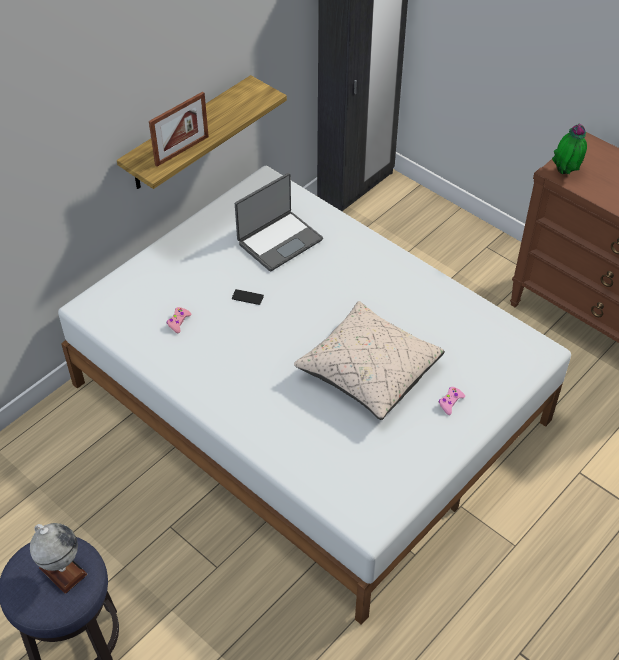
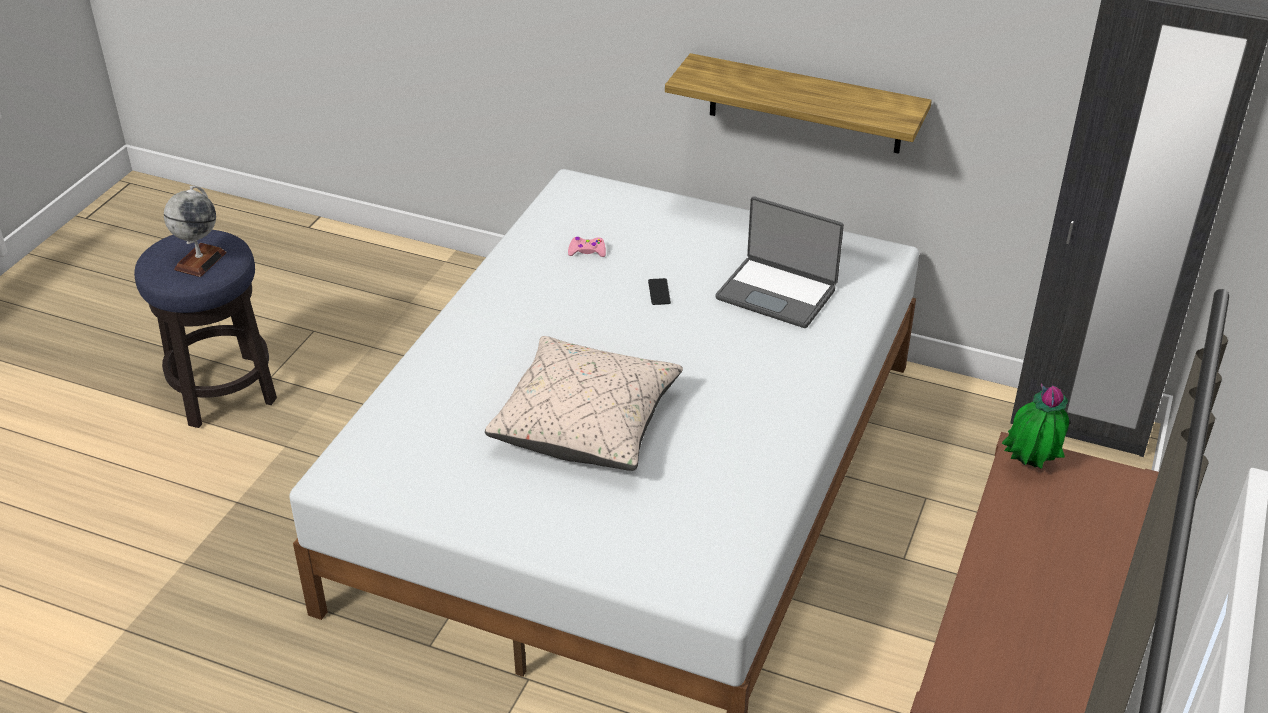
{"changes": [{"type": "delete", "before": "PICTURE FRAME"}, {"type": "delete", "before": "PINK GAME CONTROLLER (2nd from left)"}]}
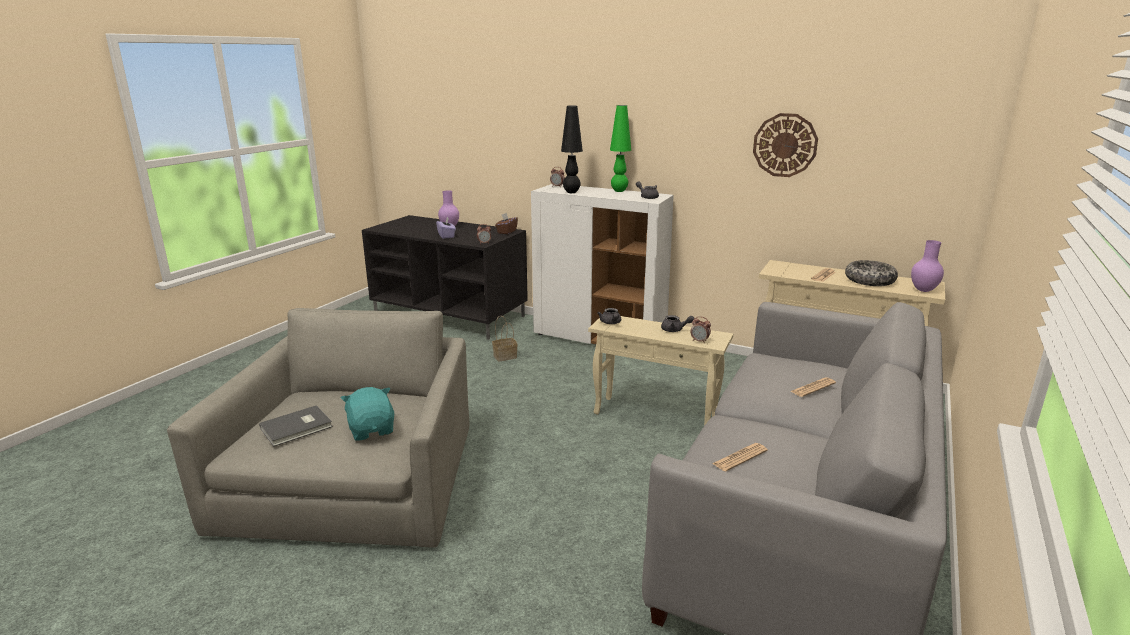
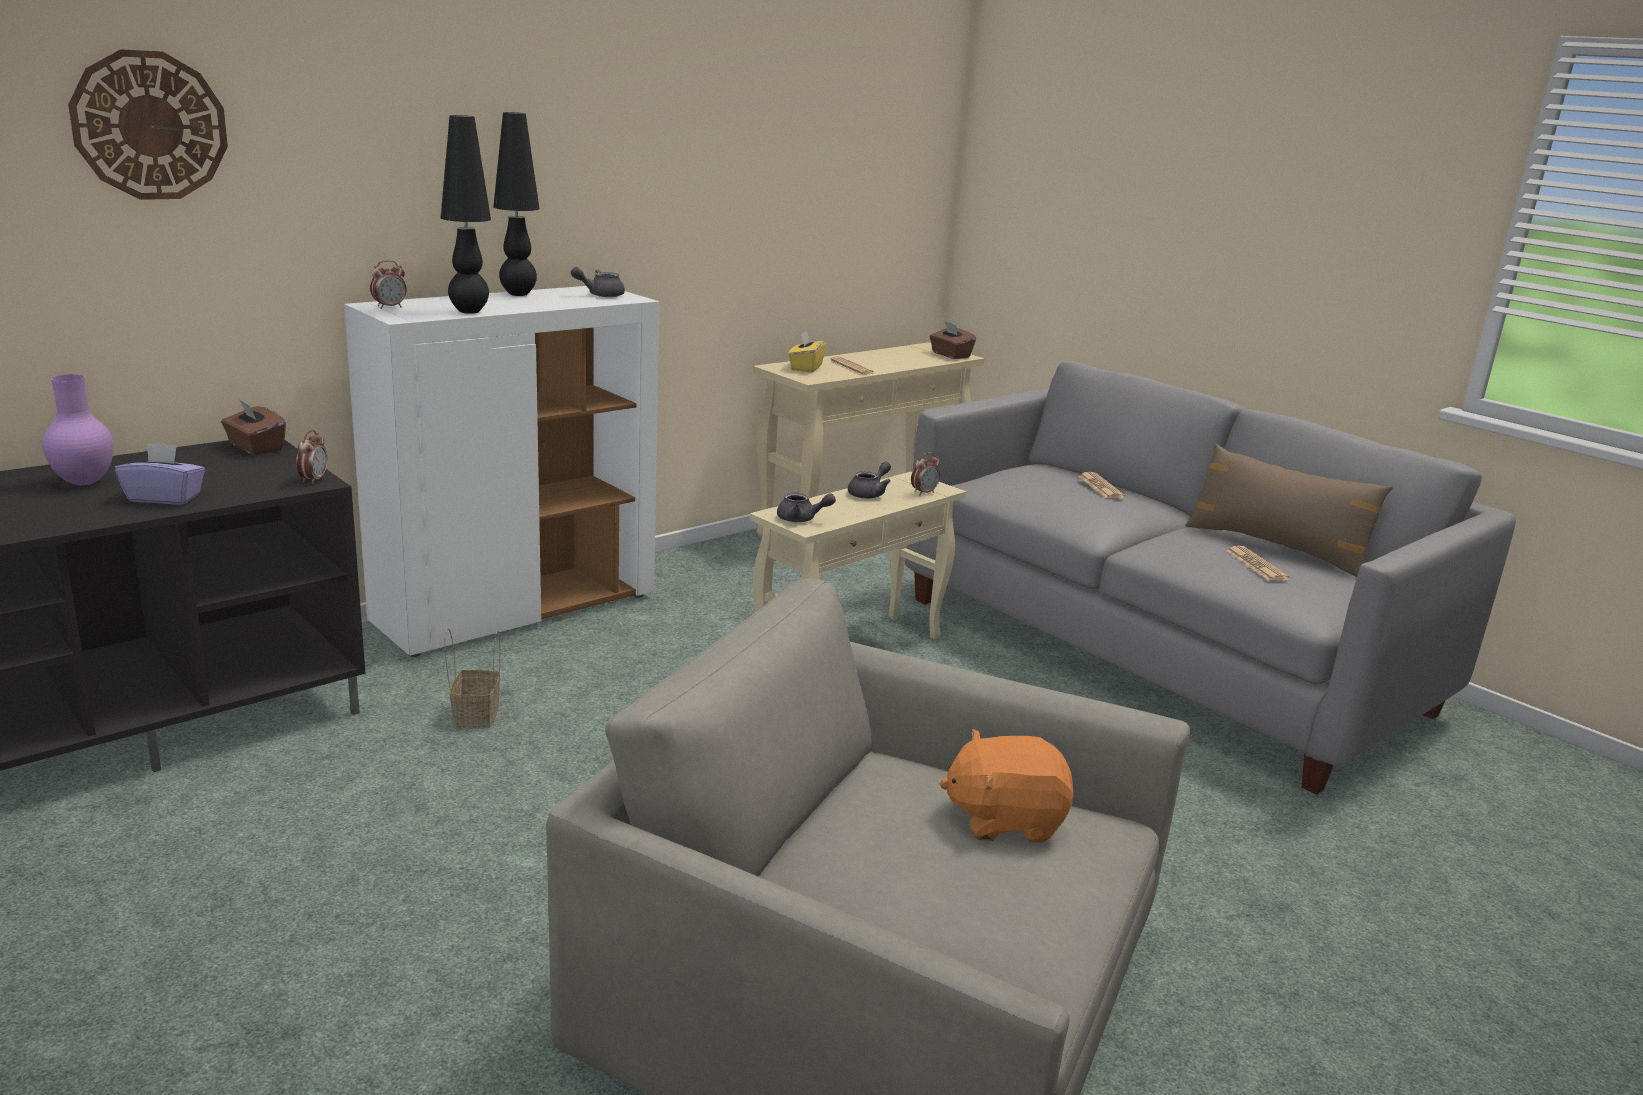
{"changes": [{"type": "delete", "before": "GREY BOOK"}, {"type": "recolor", "before": "TURQUOISE PLUSH TOY", "after": "ORANGE PLUSH TOY"}, {"type": "recolor", "before": "GREEN TABLE LAMP", "after": "BLACK TABLE LAMP (2nd from left)"}, {"type": "move", "before": "WALL CLOCK"}, {"type": "delete", "before": "BOWL"}, {"type": "replace", "before": "PURPLE VASE (2nd from left)", "after": "BROWN TISSUE BOX (2nd from left)"}, {"type": "insert", "after": "YELLOW TISSUE BOX"}, {"type": "insert", "after": "BROWN PILLOW"}]}
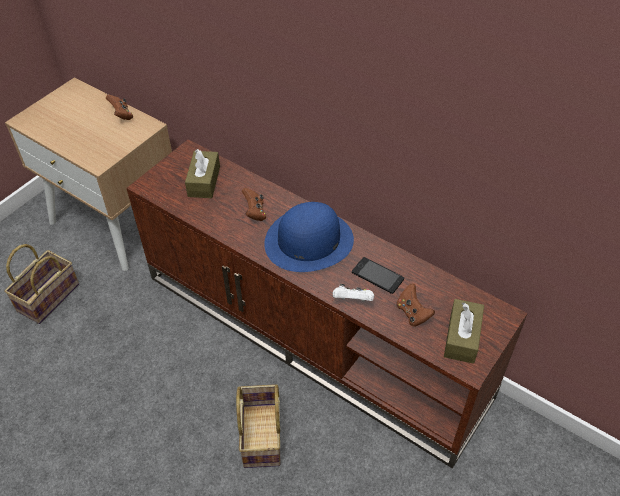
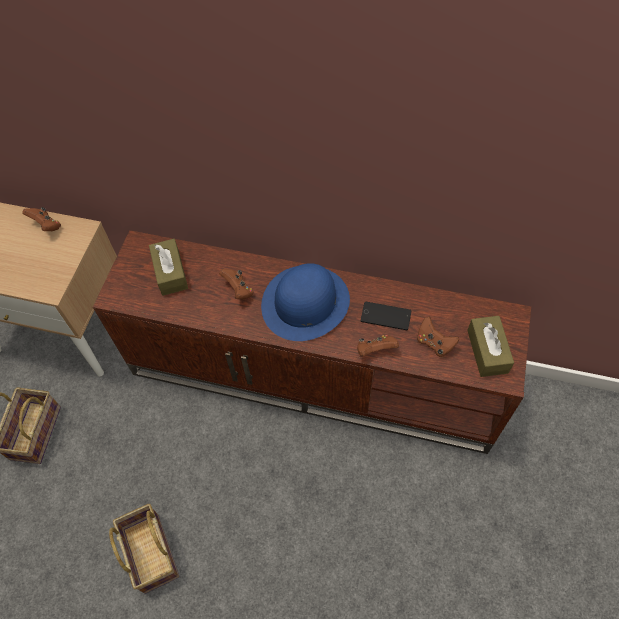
{"changes": [{"type": "move", "before": "BASKET (2nd from left)"}, {"type": "recolor", "before": "WHITE GAME CONTROLLER", "after": "BROWN GAME CONTROLLER (3rd from left)"}]}
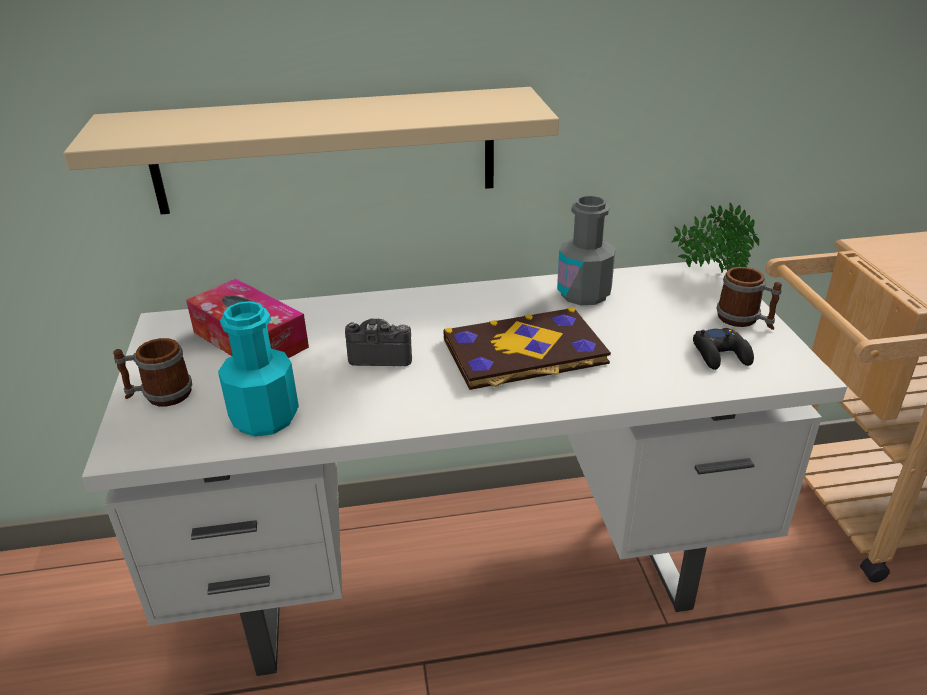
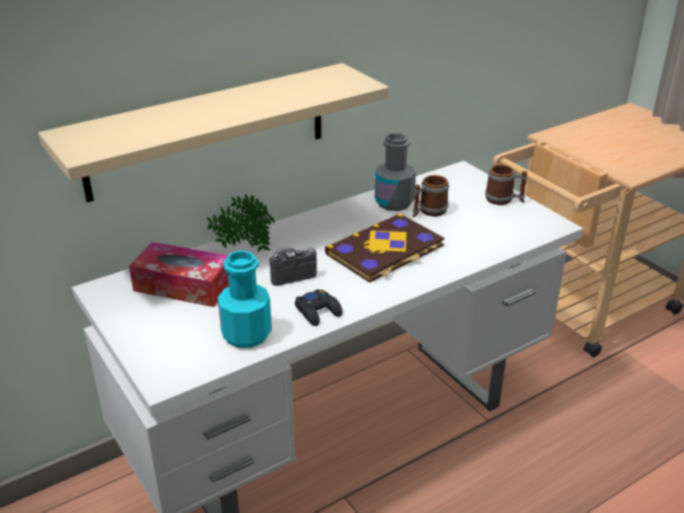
{"changes": [{"type": "move", "before": "MUG (1st from left)"}, {"type": "move", "before": "POTTED PLANT"}, {"type": "move", "before": "BLACK GAME CONTROLLER"}]}
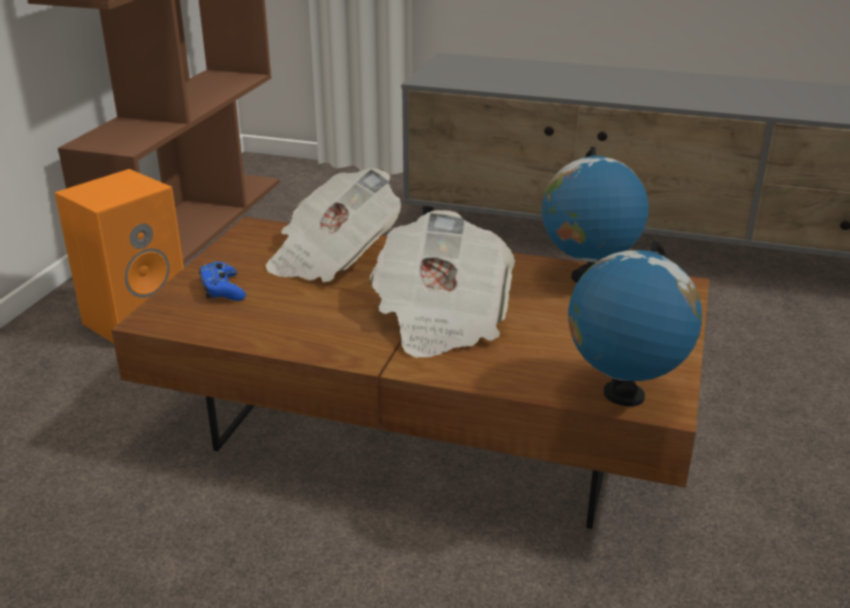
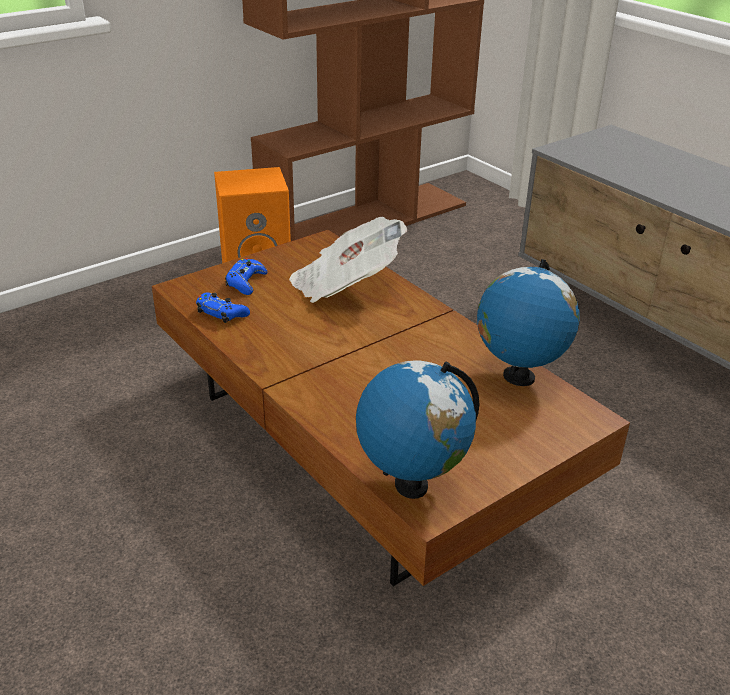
{"changes": [{"type": "delete", "before": "NEWSPAPER (2nd from left)"}, {"type": "insert", "after": "BLUE GAME CONTROLLER (1st from left)"}]}
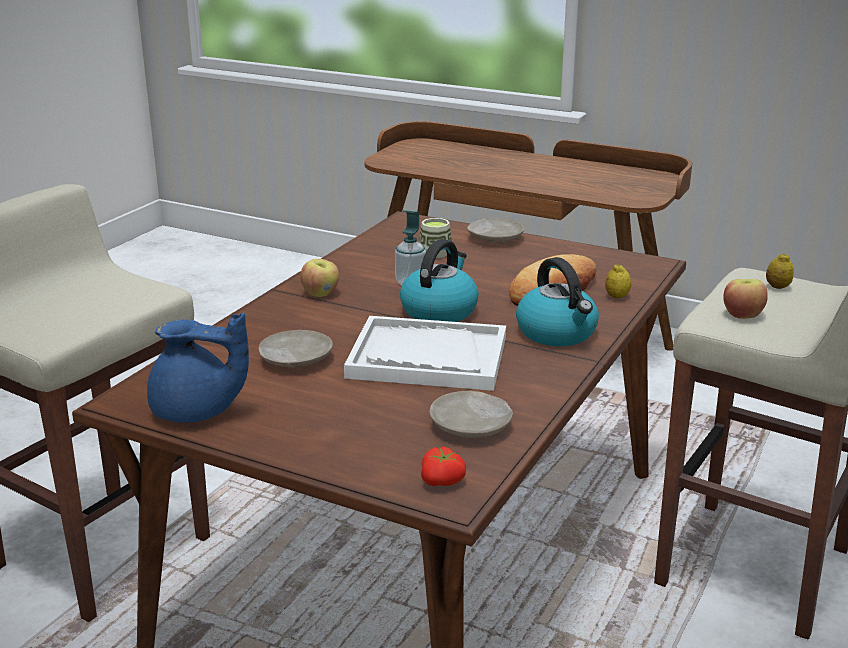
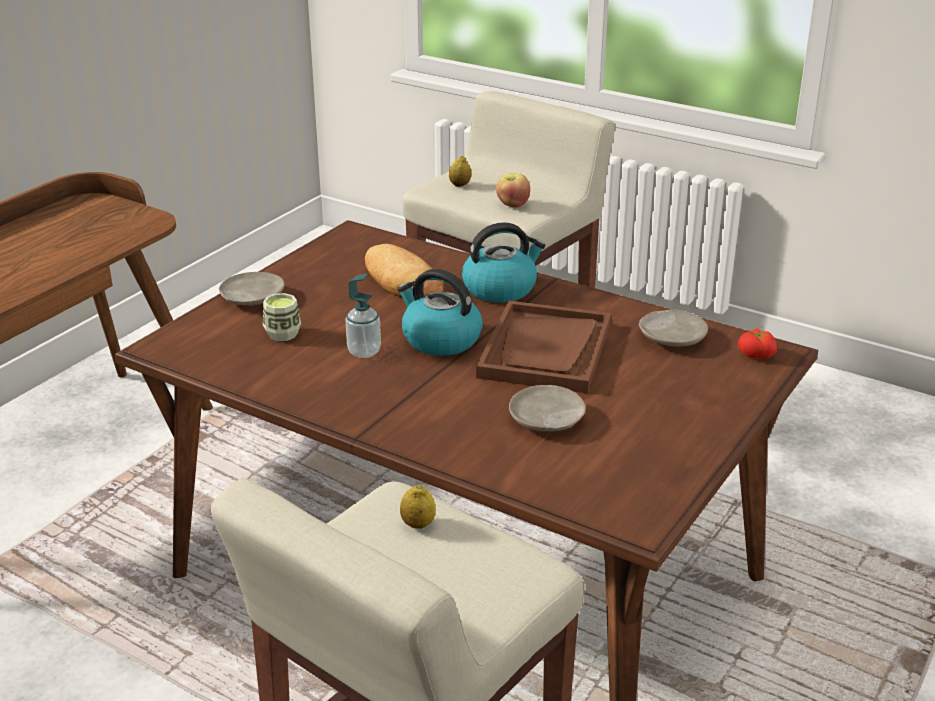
{"changes": [{"type": "delete", "before": "BLUE TEAPOT"}, {"type": "delete", "before": "APPLE (1st from left)"}, {"type": "recolor", "before": "WHITE TRAY", "after": "BROWN TRAY"}, {"type": "move", "before": "LEMON (1st from left)"}]}
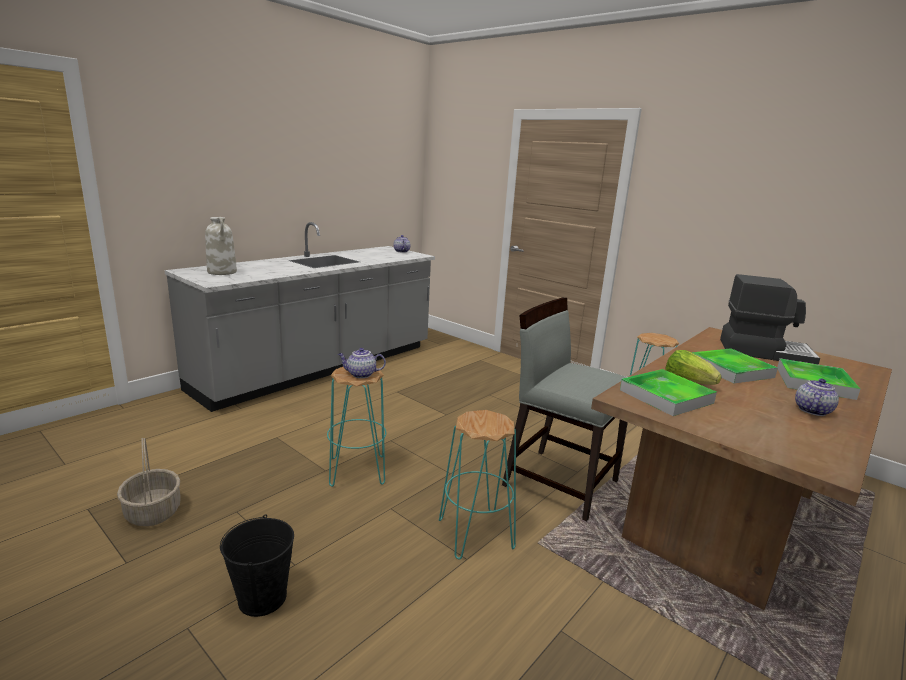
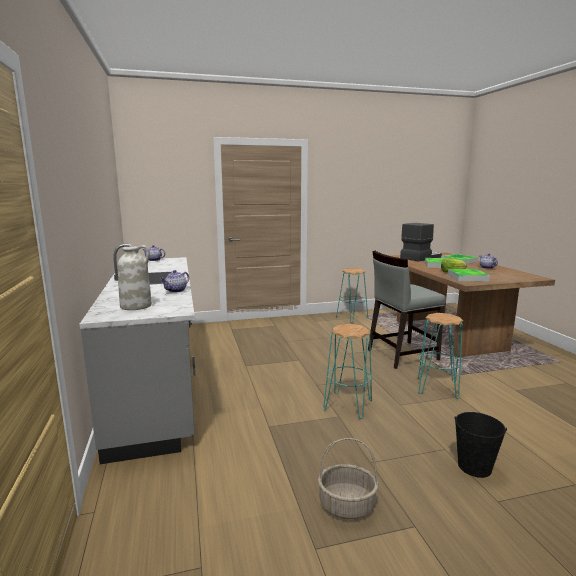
{"changes": [{"type": "move", "before": "TEAPOT (1st from left in the first image)", "after": "TEAPOT (2nd from left)"}]}
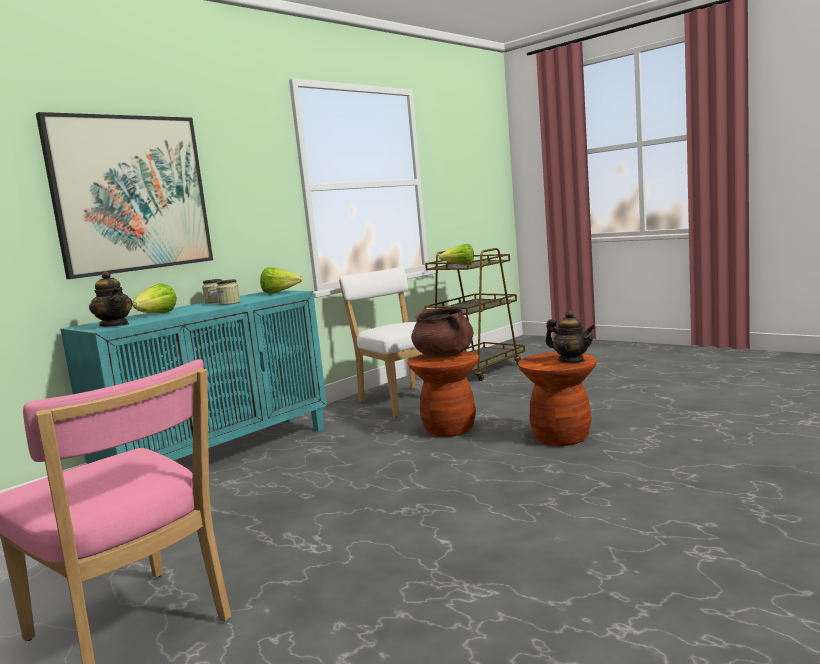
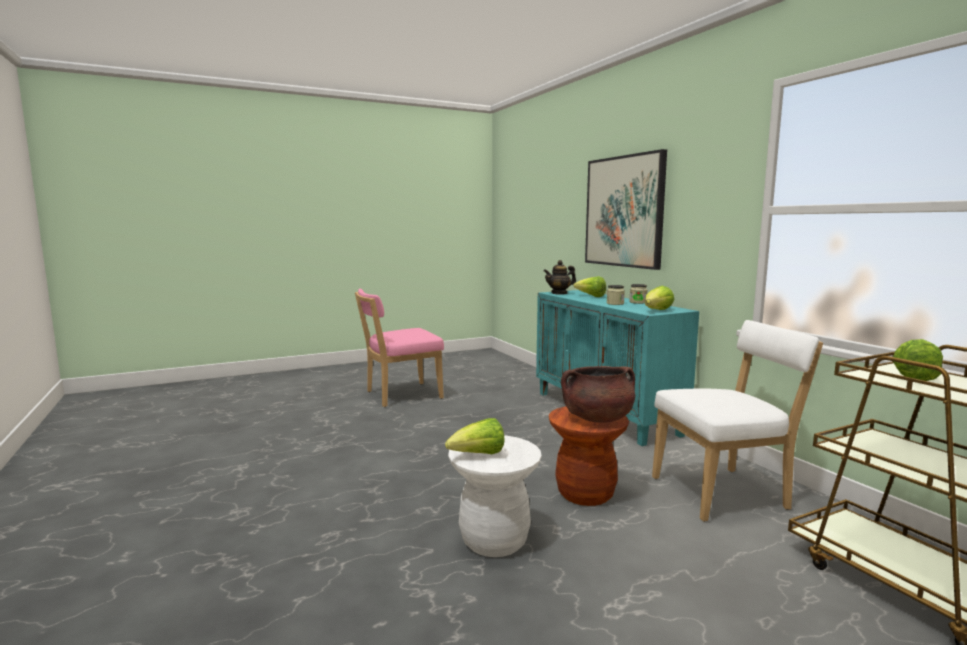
{"changes": [{"type": "recolor", "before": "BROWN STOOL (2nd from left)", "after": "WHITE STOOL"}, {"type": "replace", "before": "TEAPOT (2nd from left)", "after": "LETTUCE (1st from left)"}]}
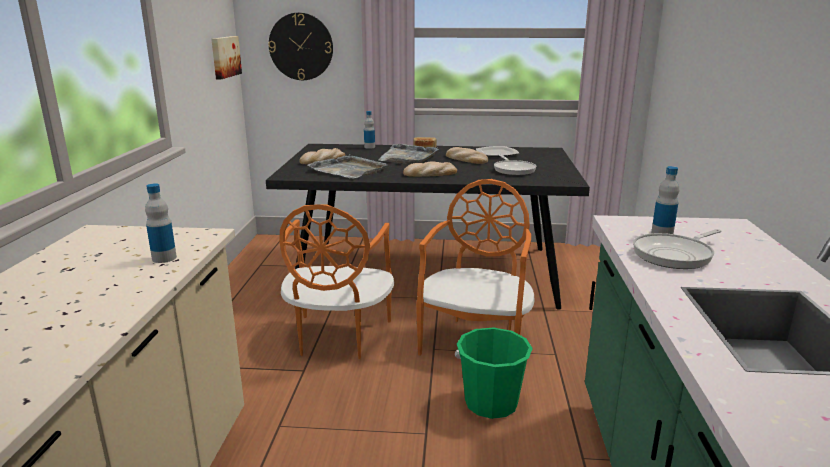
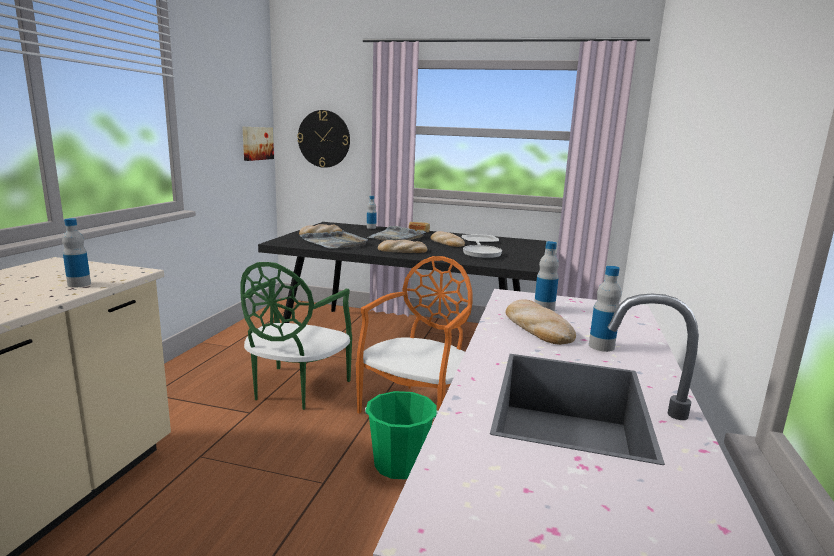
{"changes": [{"type": "recolor", "before": "ORANGE CHAIR (1st from left)", "after": "GREEN CHAIR"}, {"type": "replace", "before": "FRYING PAN (2nd from left)", "after": "BREAD (5th from left)"}, {"type": "insert", "after": "BOTTLE (4th from left)"}]}
